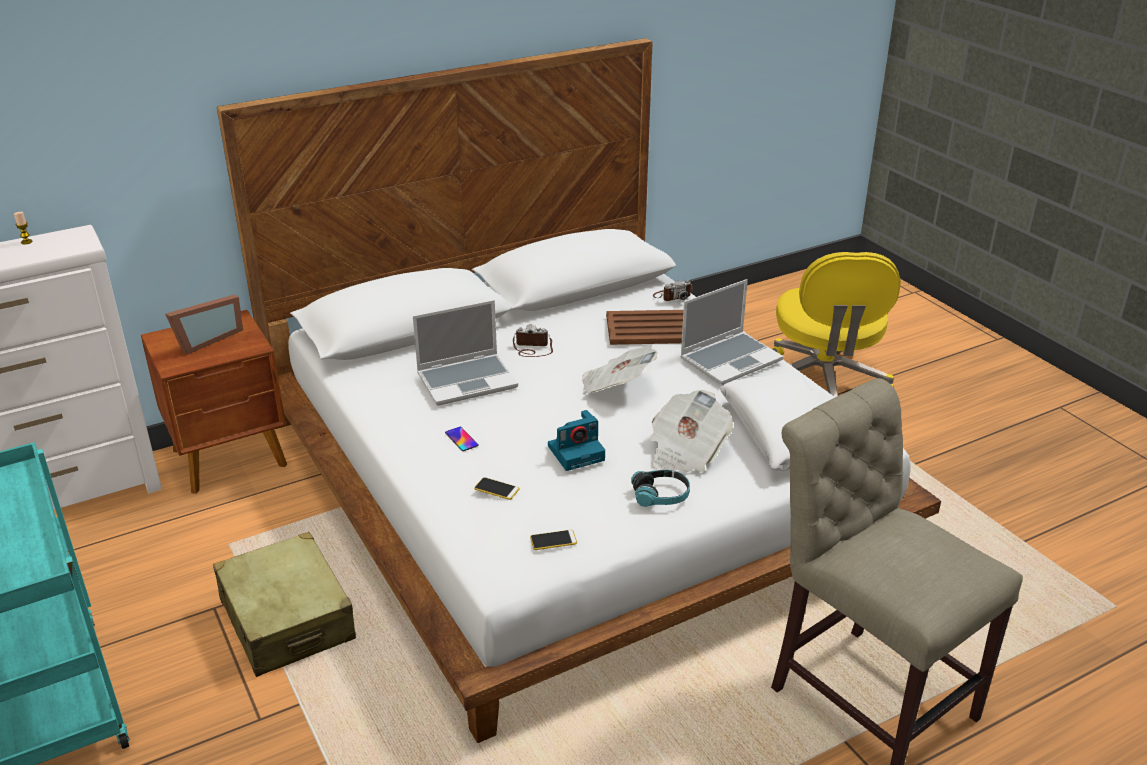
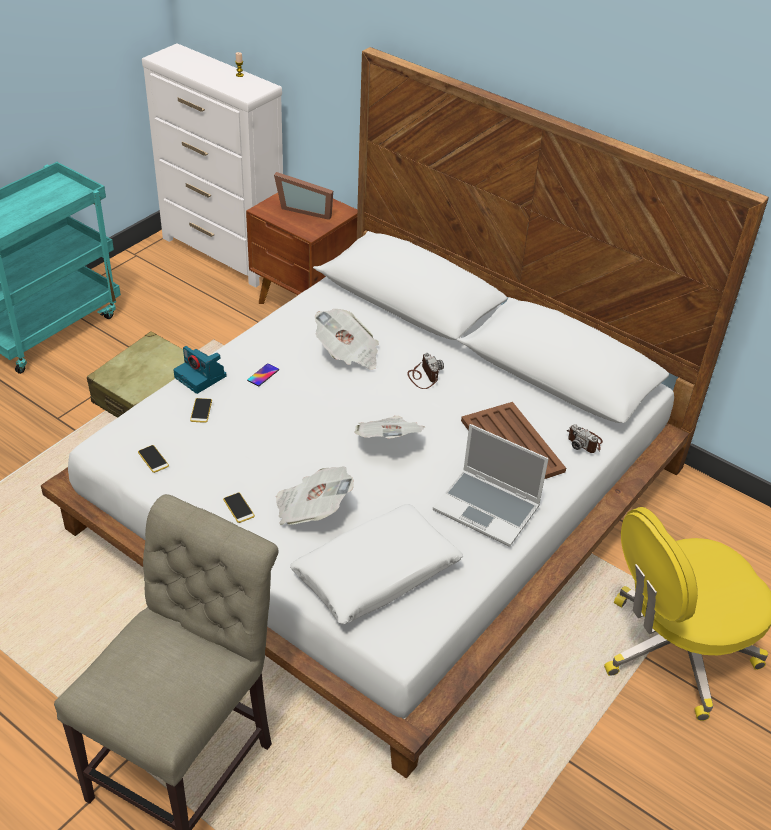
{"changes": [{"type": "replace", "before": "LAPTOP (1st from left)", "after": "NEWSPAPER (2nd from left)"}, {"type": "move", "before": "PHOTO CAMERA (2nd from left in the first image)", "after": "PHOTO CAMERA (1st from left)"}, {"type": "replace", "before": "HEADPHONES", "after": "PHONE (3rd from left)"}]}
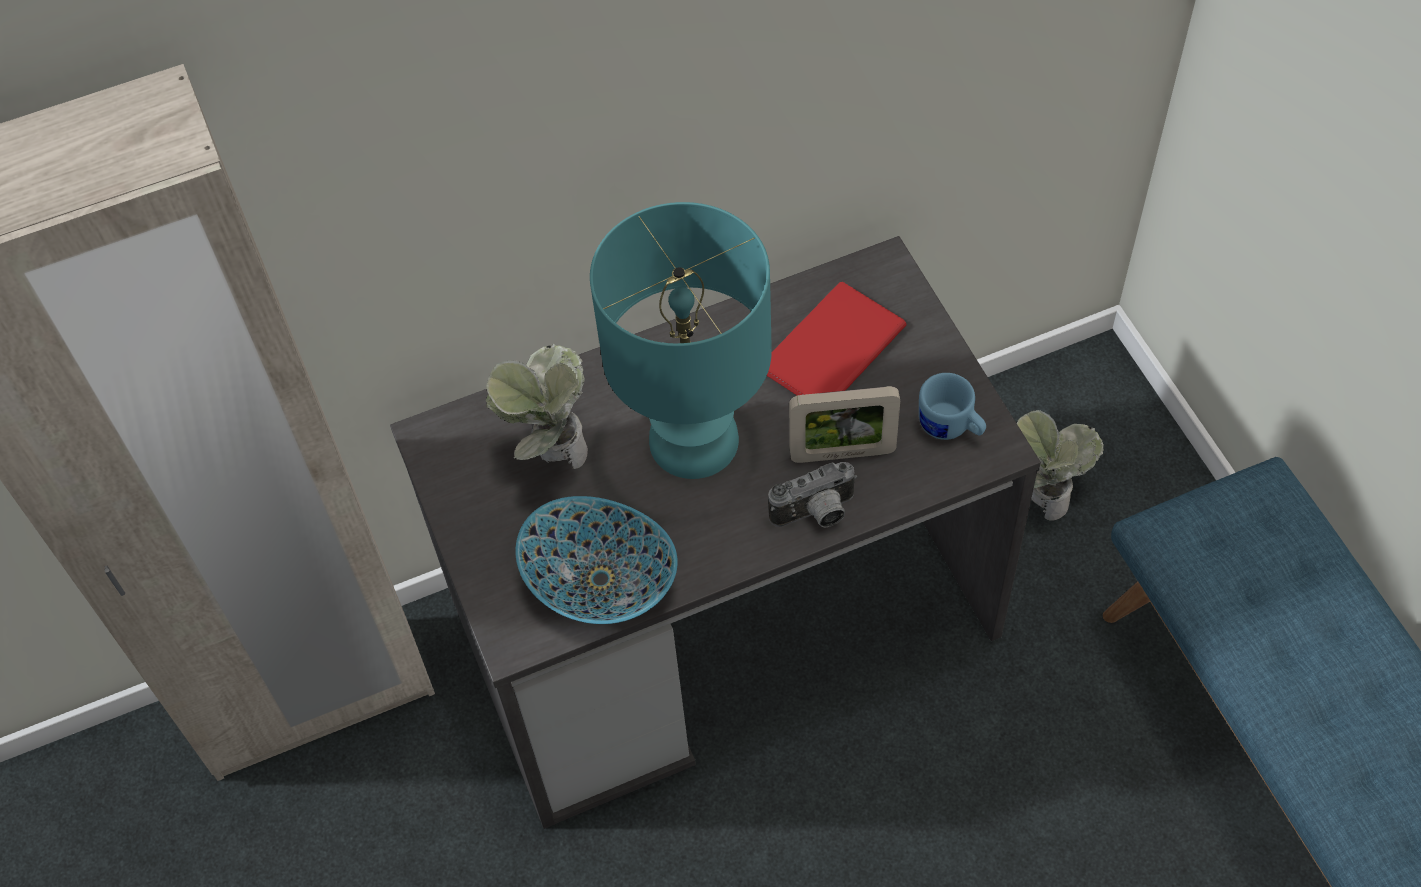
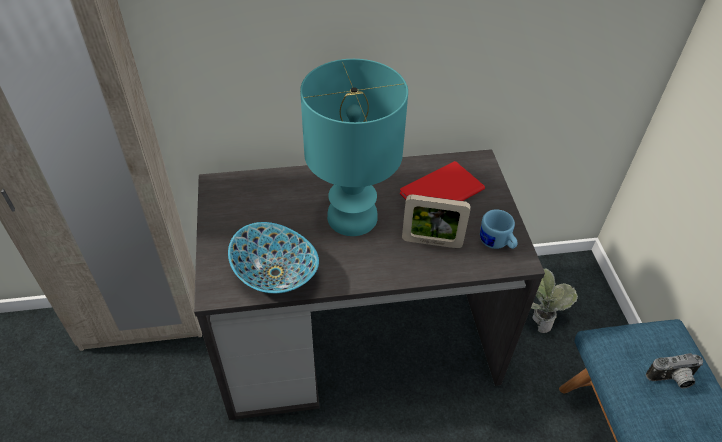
{"changes": [{"type": "delete", "before": "POTTED PLANT (1st from left)"}, {"type": "move", "before": "PHOTO CAMERA"}]}
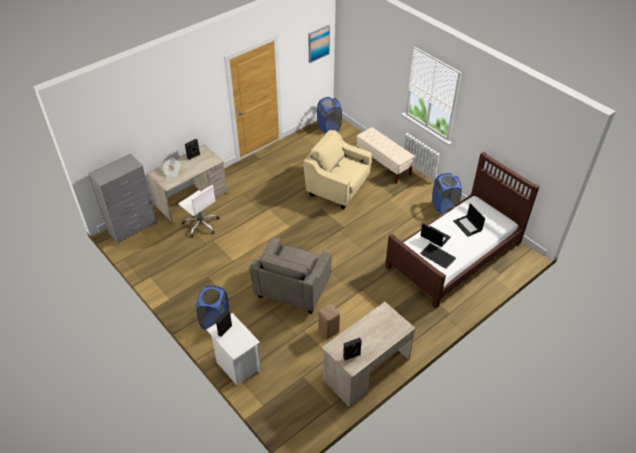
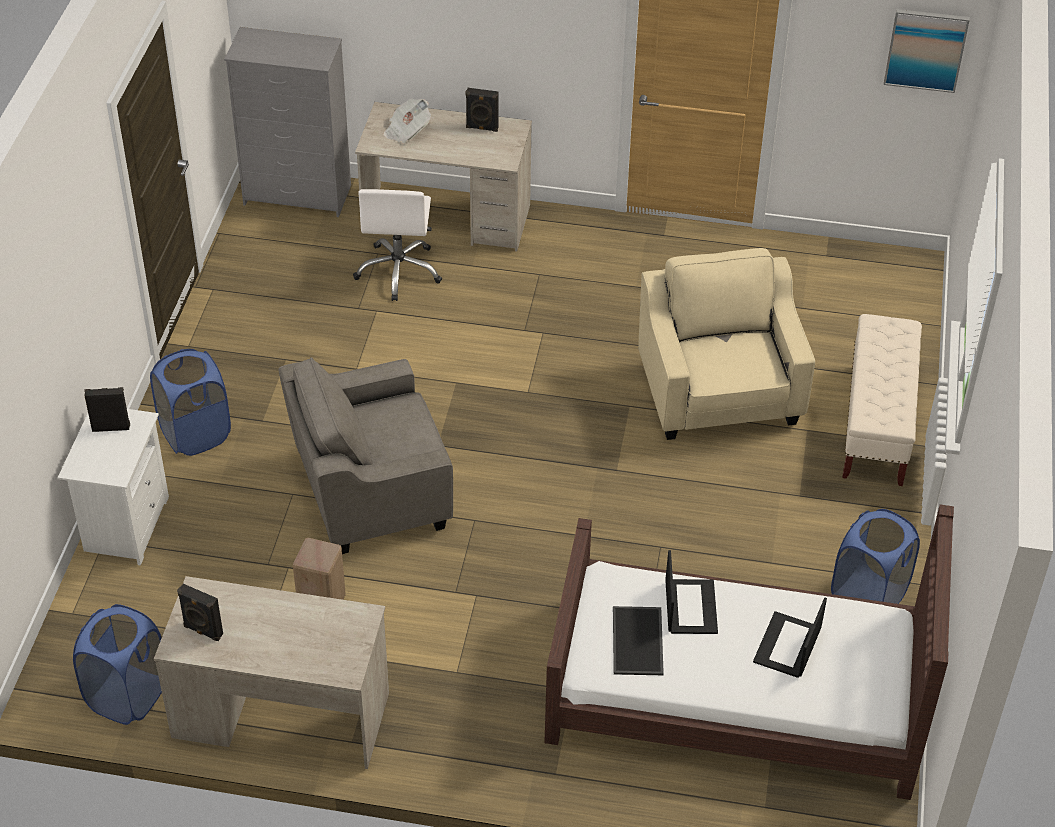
{"changes": [{"type": "move", "before": "BLUE LAUNDRY BASKET (2nd from left in the first image)", "after": "BLUE LAUNDRY BASKET (1st from left)"}]}
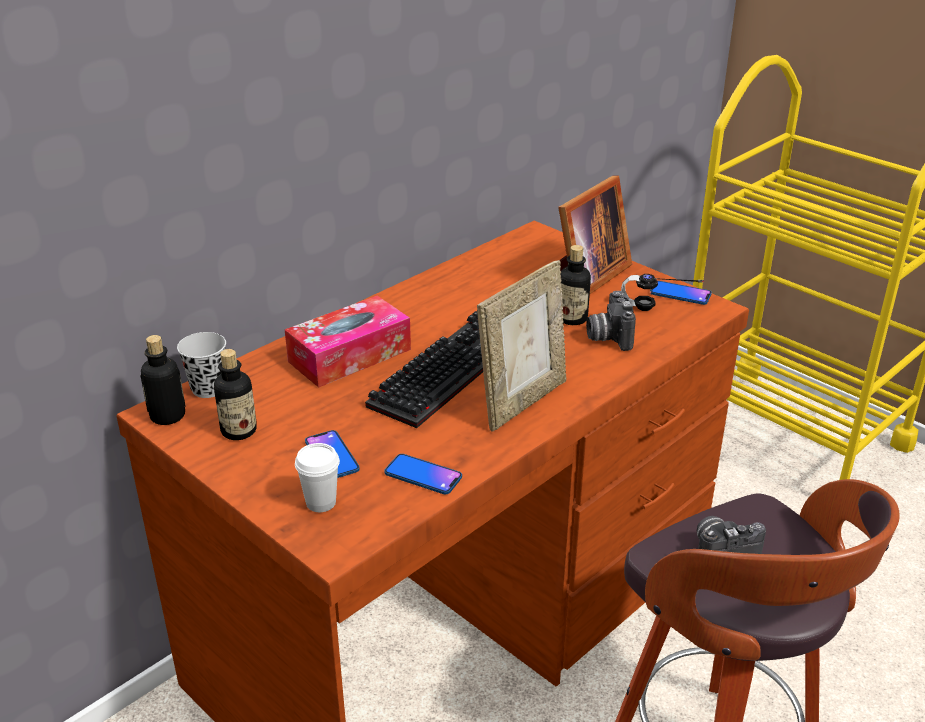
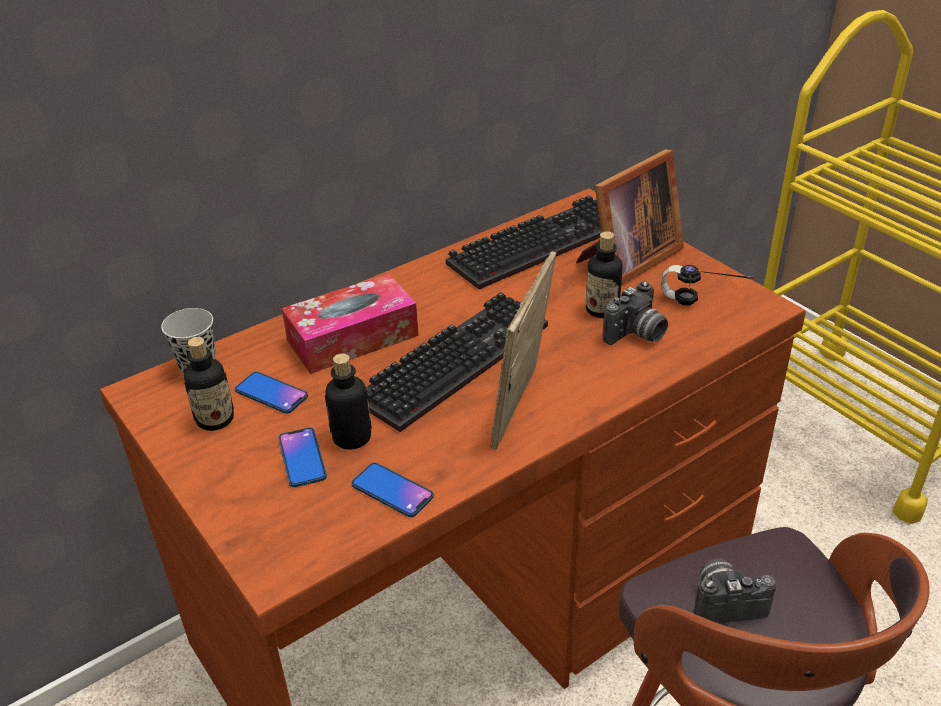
{"changes": [{"type": "move", "before": "BOTTLE (1st from left in the first image)", "after": "BOTTLE (2nd from left)"}, {"type": "delete", "before": "WHITE CUP"}, {"type": "rotate", "before": "PICTURE FRAME (1st from left)", "turn": 150}, {"type": "rotate", "before": "PHOTO CAMERA (1st from left)", "turn": -135}, {"type": "move", "before": "PHONE (3rd from left in the first image)", "after": "PHONE (1st from left)"}, {"type": "insert", "after": "KEYBOARD (2nd from left)"}]}
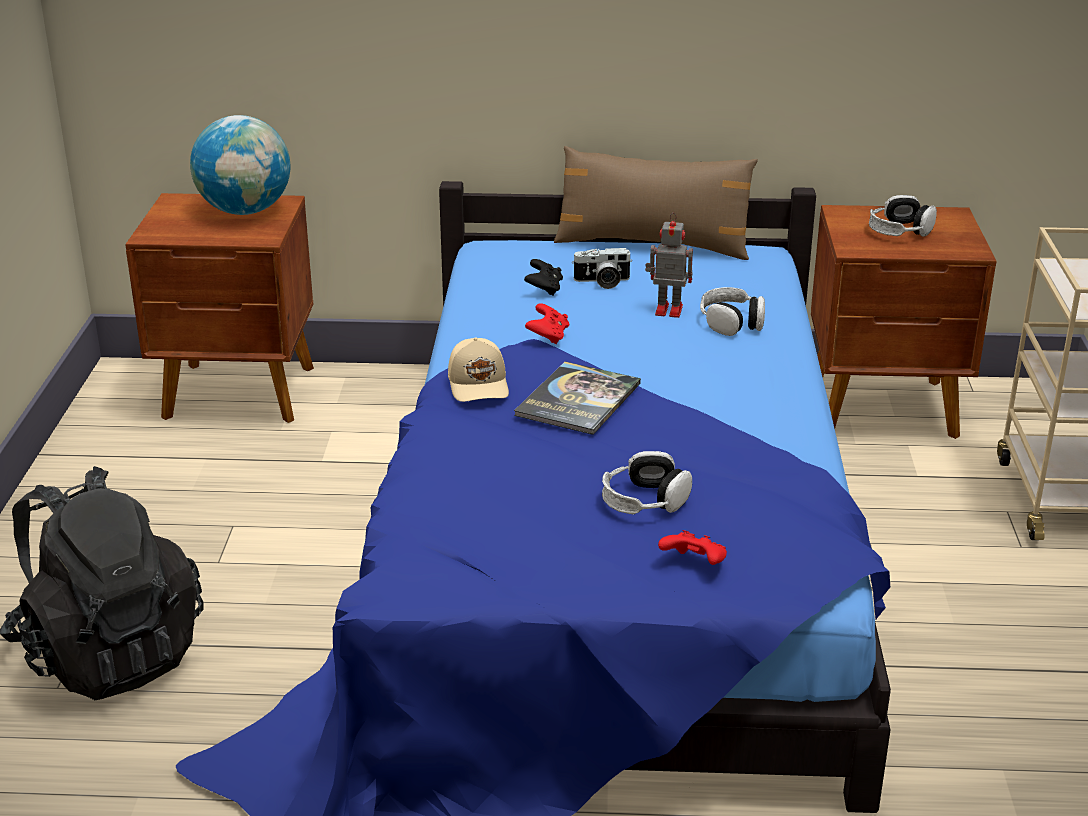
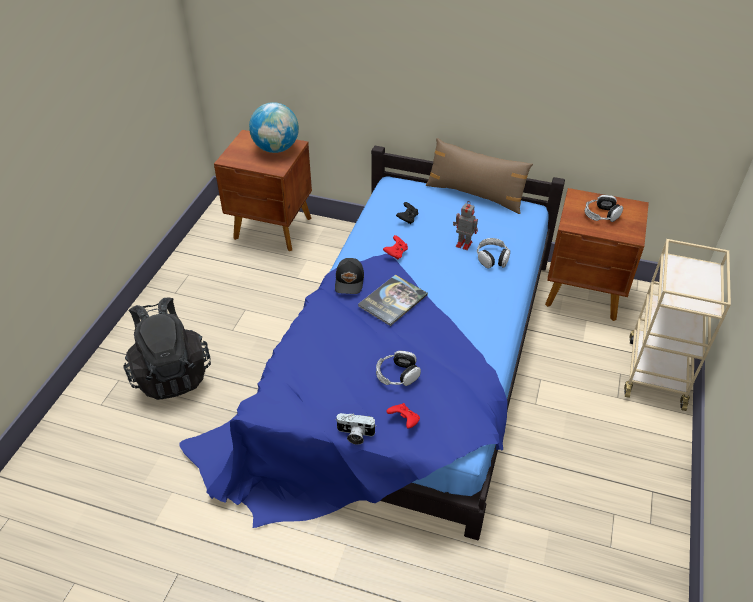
{"changes": [{"type": "recolor", "before": "BEIGE CAP", "after": "BLACK CAP"}, {"type": "move", "before": "PHOTO CAMERA"}]}
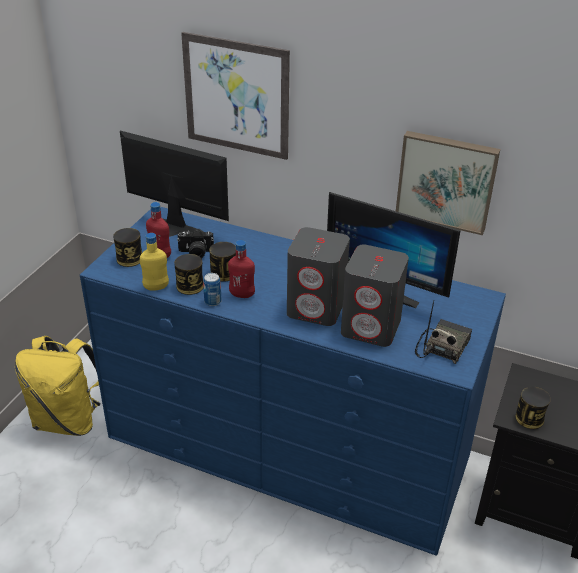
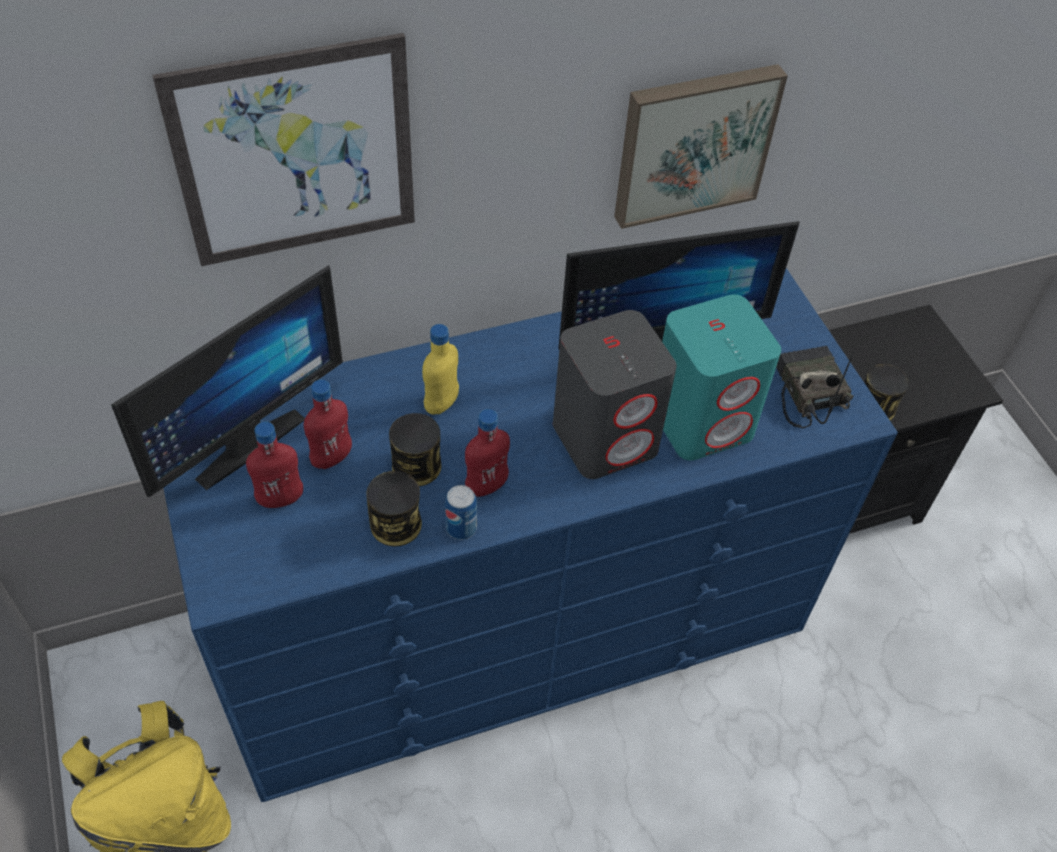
{"changes": [{"type": "delete", "before": "CAN (1st from left)"}, {"type": "rotate", "before": "MONITOR (1st from left)", "turn": 150}, {"type": "move", "before": "YELLOW BOTTLE"}, {"type": "replace", "before": "PHOTO CAMERA", "after": "RED BOTTLE (2nd from left)"}, {"type": "recolor", "before": "GREY SPEAKER (2nd from left)", "after": "TURQUOISE SPEAKER"}]}
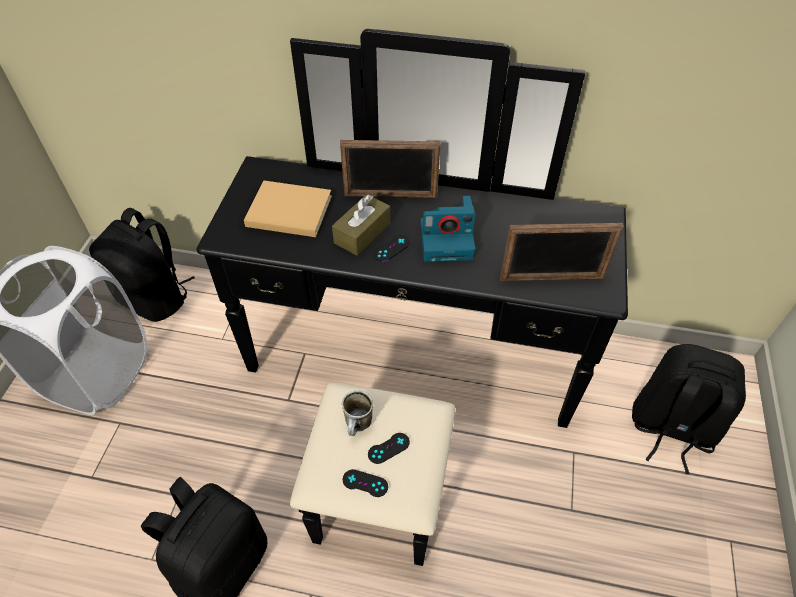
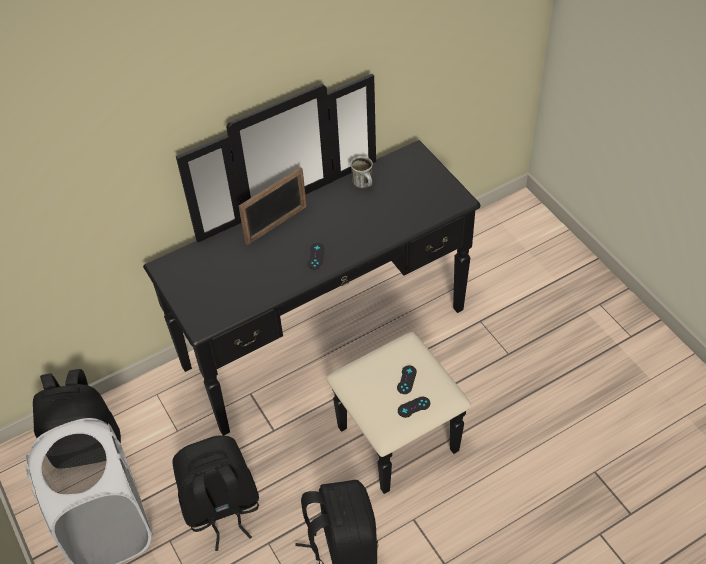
{"changes": [{"type": "delete", "before": "BEIGE BOOK"}, {"type": "delete", "before": "BROWN TISSUE BOX"}, {"type": "move", "before": "MUG"}, {"type": "delete", "before": "PHOTO CAMERA"}, {"type": "delete", "before": "PICTURE FRAME (2nd from left)"}, {"type": "move", "before": "BLACK BACKPACK (3rd from left in the first image)", "after": "BLACK BACKPACK (2nd from left)"}]}
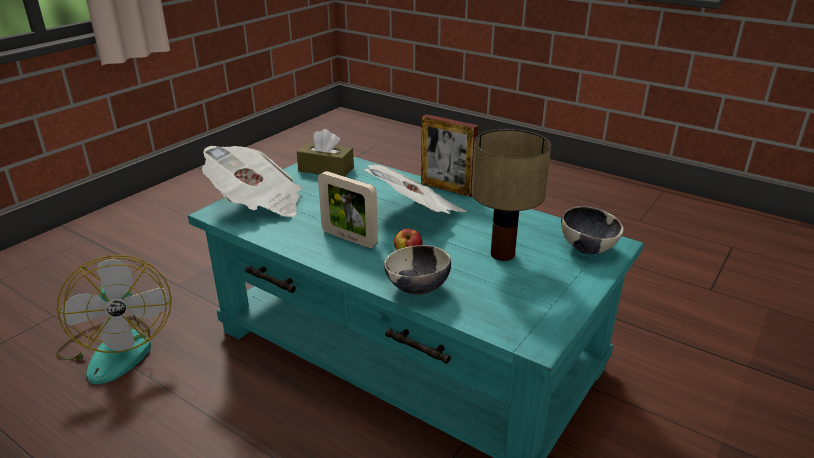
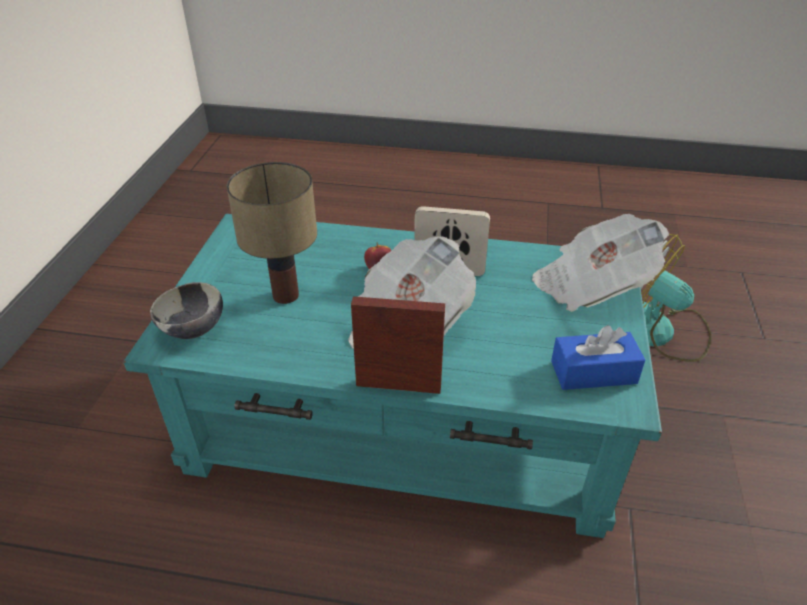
{"changes": [{"type": "recolor", "before": "BROWN TISSUE BOX", "after": "BLUE TISSUE BOX"}, {"type": "delete", "before": "BOWL (1st from left)"}]}
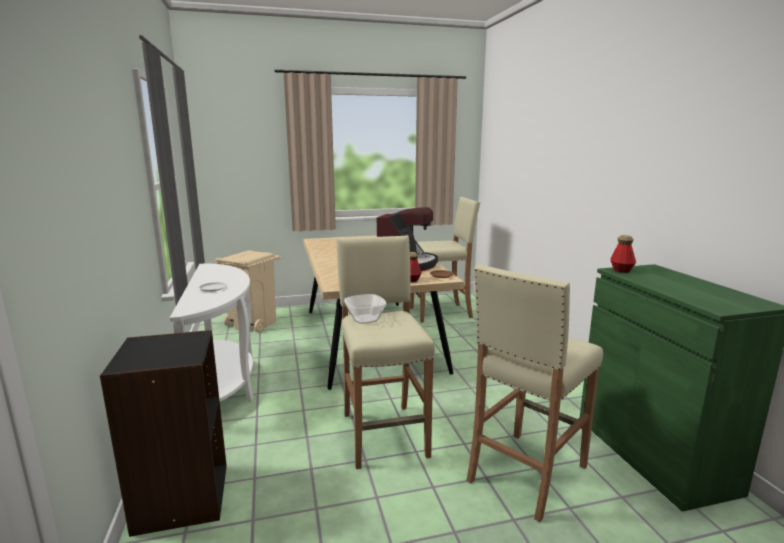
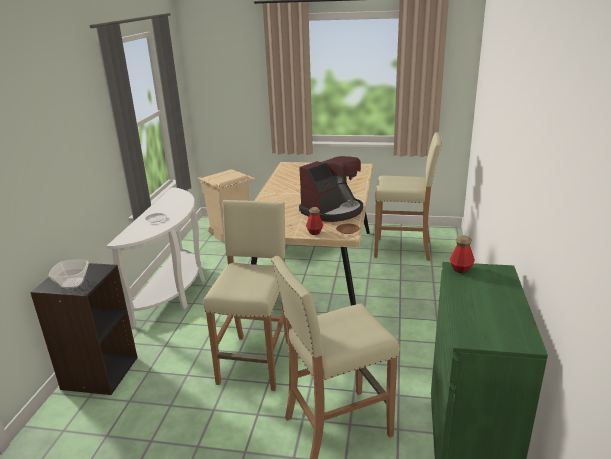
{"changes": [{"type": "move", "before": "BOWL"}]}
